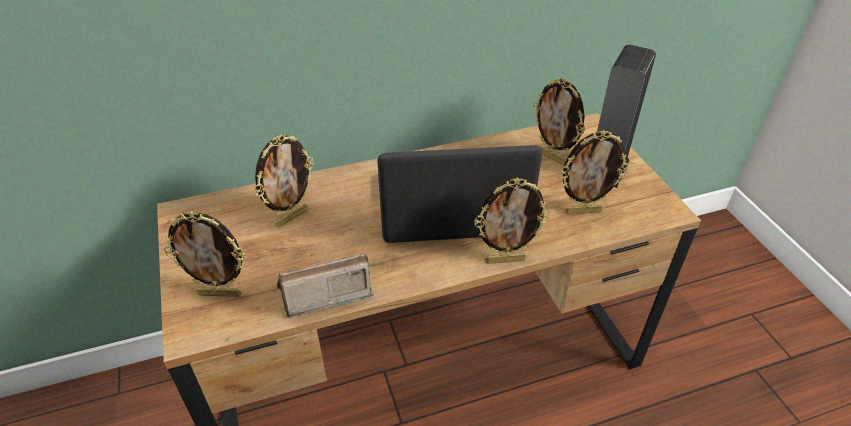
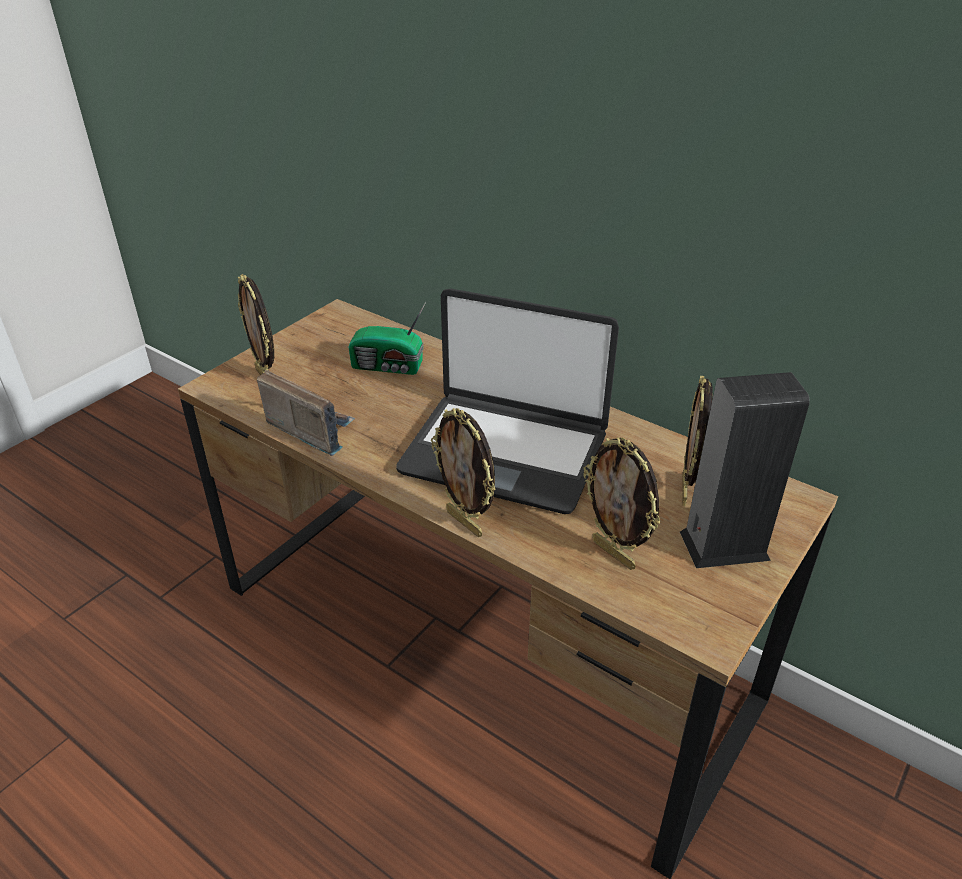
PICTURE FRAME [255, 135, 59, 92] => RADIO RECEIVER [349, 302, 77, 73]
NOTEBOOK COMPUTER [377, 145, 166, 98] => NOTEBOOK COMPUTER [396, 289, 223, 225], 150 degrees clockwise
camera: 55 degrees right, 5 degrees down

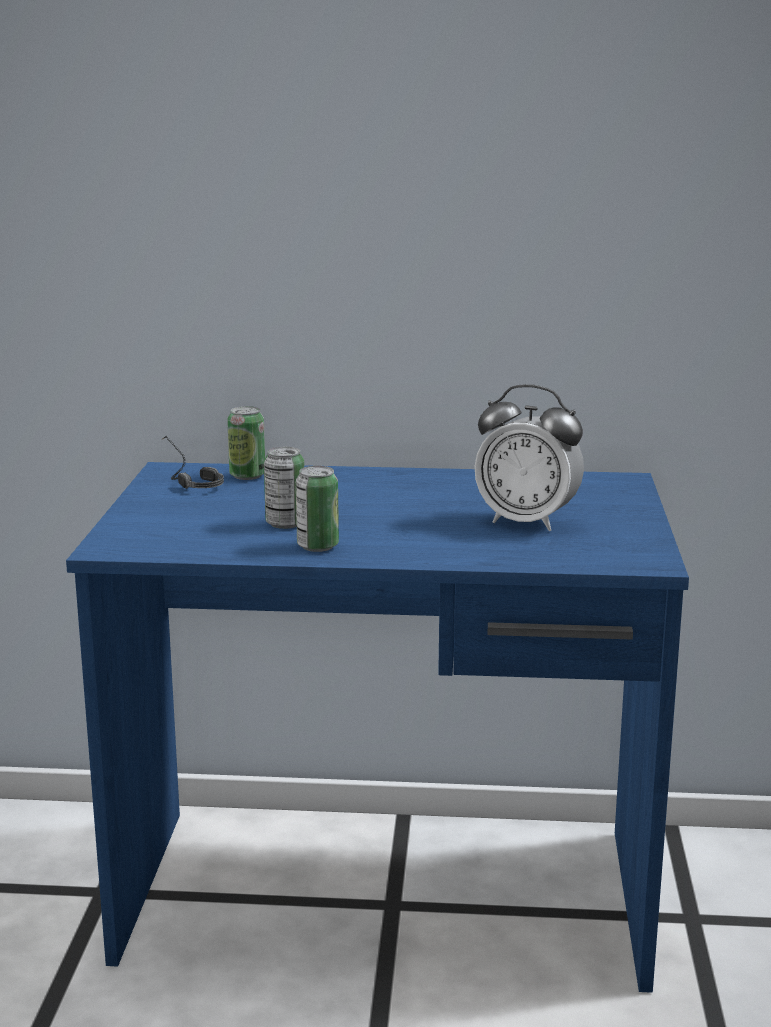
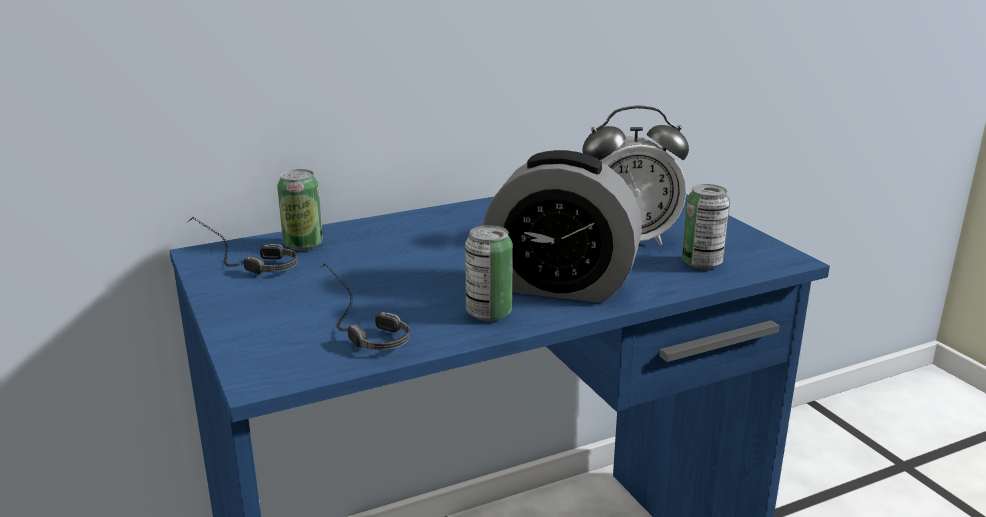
nothing => HEADPHONES [319, 263, 90, 87]
nothing => ALARM CLOCK [483, 150, 159, 153]
CAN [264, 447, 40, 82] => CAN [682, 184, 48, 85], moved
camera: 30 degrees left, 5 degrees up

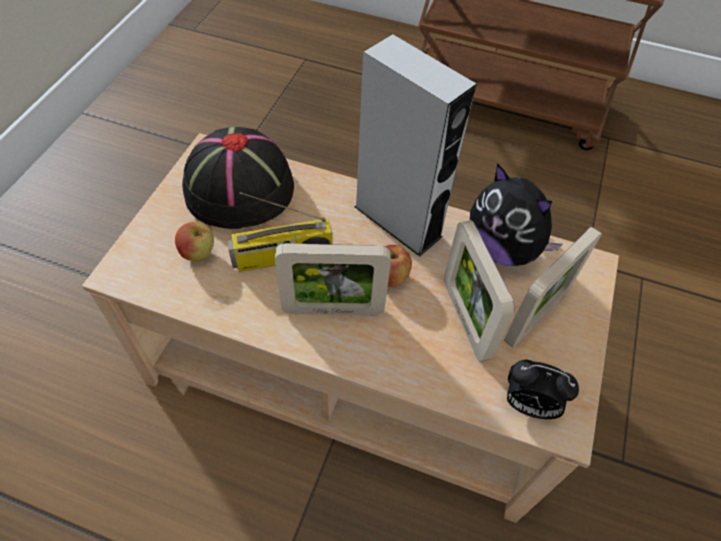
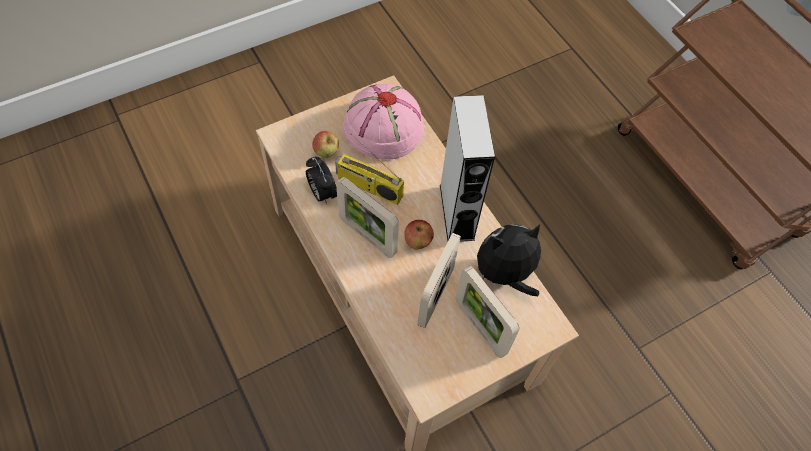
ALARM CLOCK [507, 359, 72, 60] => ALARM CLOCK [306, 157, 31, 48], moved
BLACK-COLOURED CLOTHING HAT [182, 127, 112, 102] => PINK CLOTHING HAT [343, 83, 81, 77]
SOFT TOY [470, 163, 93, 103] => SOFT TOY [477, 224, 64, 72], 75 degrees clockwise
PICTURE FRAME [504, 227, 98, 120] => PICTURE FRAME [455, 266, 64, 92], 60 degrees clockwise
camera: 40 degrees right, 5 degrees up

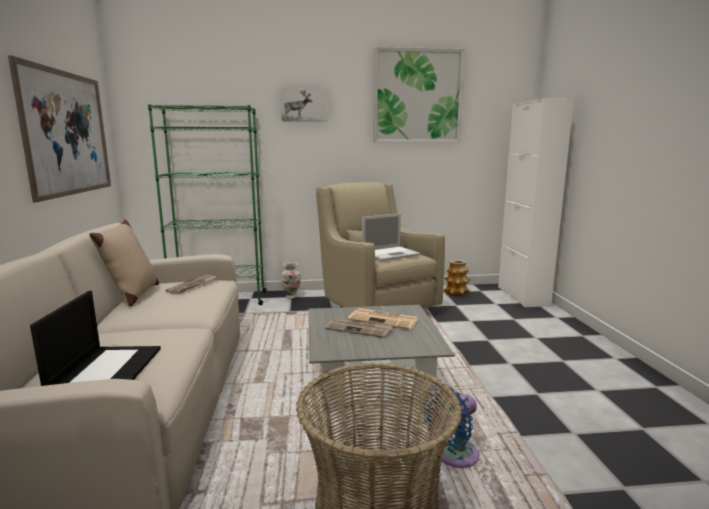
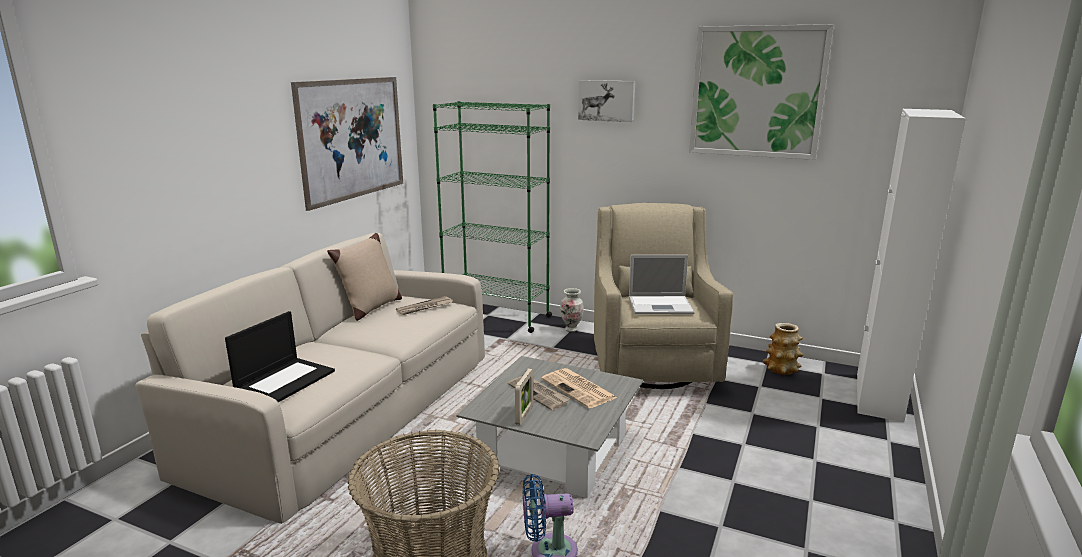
nothing => PICTURE FRAME [515, 369, 18, 56]
camera: 30 degrees right, 5 degrees up

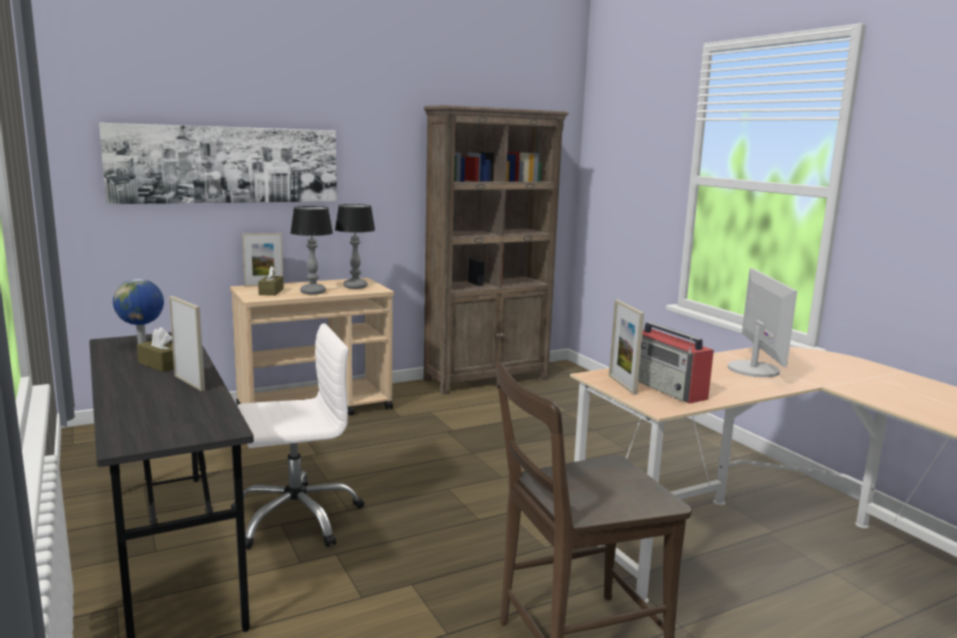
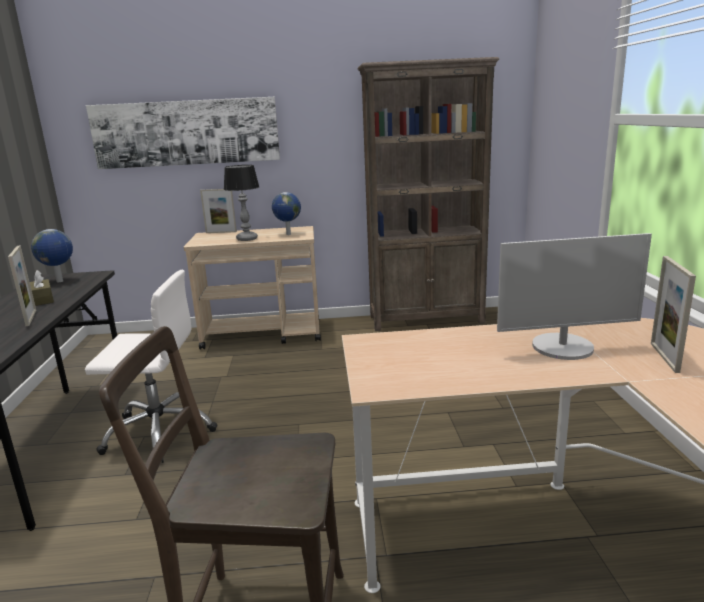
BROWN-COLOURED TISSUE BOX [258, 266, 26, 30] => nothing
RADIO RECEIVER [638, 322, 76, 82] => nothing
PICTURE FRAME [609, 300, 35, 95] => PICTURE FRAME [651, 256, 45, 117], moved
TABLE LAMP [335, 204, 40, 85] => GLOBE [272, 192, 29, 43]
MONITOR [728, 268, 69, 109] => MONITOR [497, 233, 155, 127], 60 degrees clockwise
camera: 25 degrees right, 5 degrees up

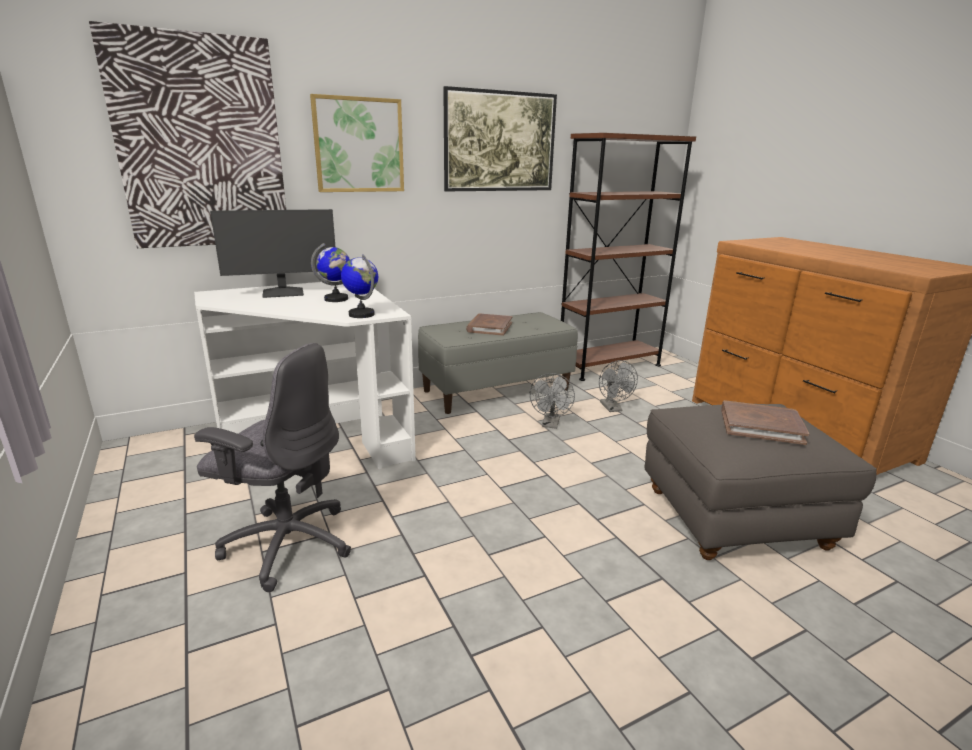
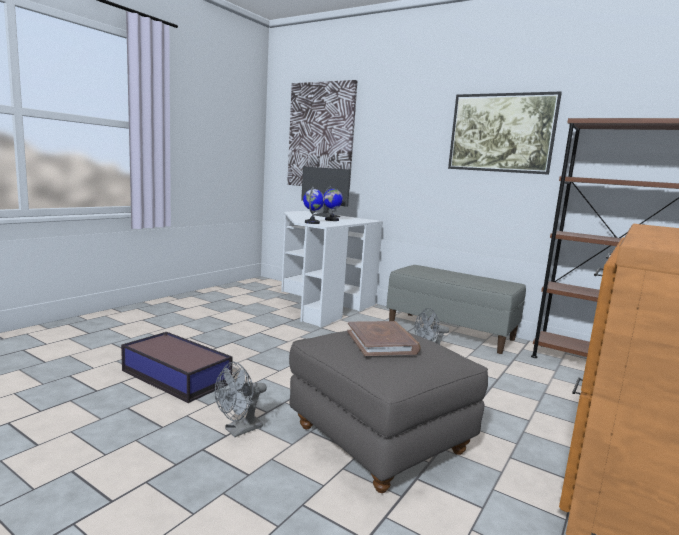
GRAY DESK CHAIR [194, 343, 157, 249] => nothing
WALL ART [310, 94, 94, 98] => nothing
BROWN-COLOURED BOOK [466, 314, 46, 22] => nothing
nothing => STORAGE CONTAINER [121, 332, 111, 71]
GRAY FAN [599, 360, 39, 52] => GRAY FAN [215, 362, 52, 75], moved
camera: 60 degrees right, 10 degrees down

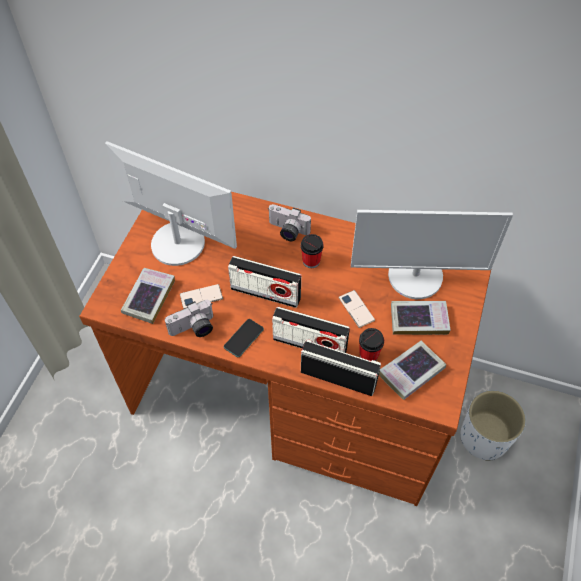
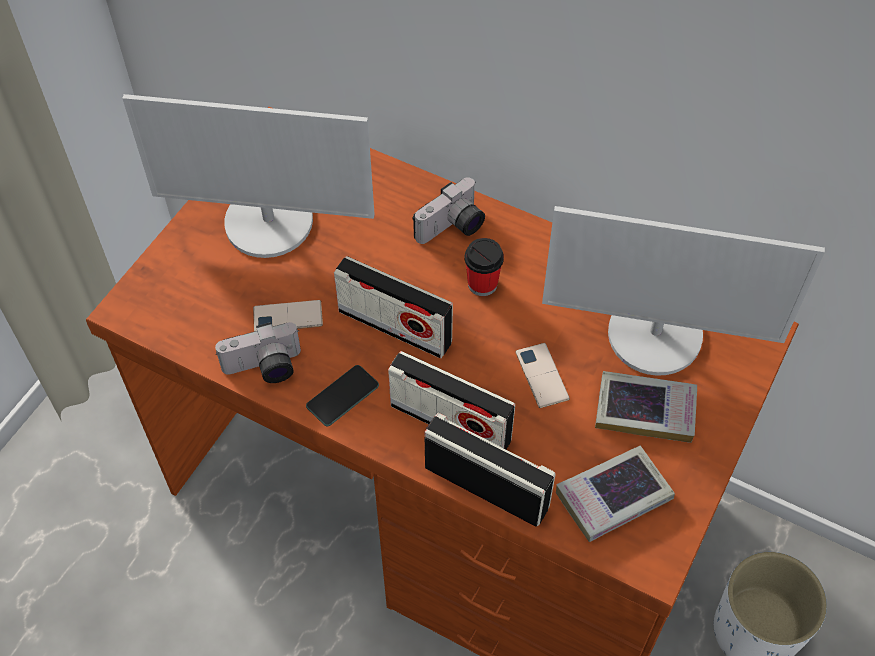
BOOK [121, 268, 54, 56] => nothing
SMALL CUP [359, 328, 25, 33] => nothing
MONITOR [105, 141, 132, 125] => MONITOR [122, 94, 253, 164], 150 degrees clockwise
PHOTO CAMERA [268, 204, 43, 37] => PHOTO CAMERA [413, 177, 72, 67], 75 degrees counterclockwise
camera: 10 degrees right, 0 degrees up

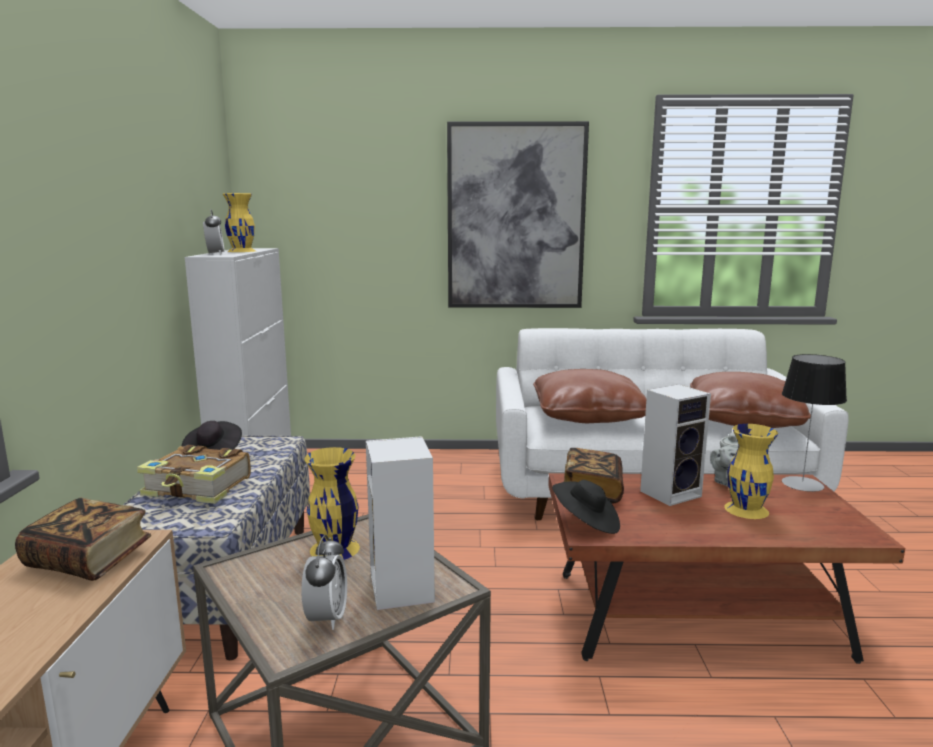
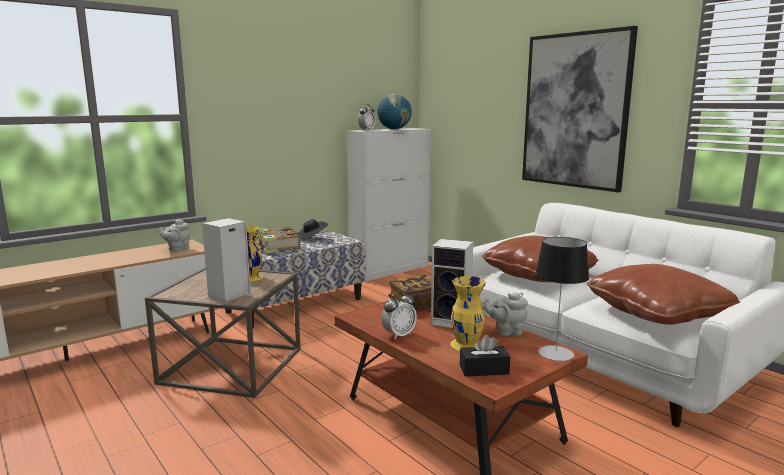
BLACK-COLOURED CLOTHING HAT [552, 480, 68, 54] => nothing
nothing => BLACK-COLOURED TISSUE BOX [460, 335, 50, 41]
ALARM CLOCK [301, 535, 46, 95] => ALARM CLOCK [381, 290, 36, 50], moved
BOOK [15, 498, 136, 83] => GRAY TEAPOT [160, 219, 30, 33]
YELLOW VASE [223, 193, 33, 59] => GLOBE [377, 94, 35, 36]
camera: 50 degrees right, 0 degrees up

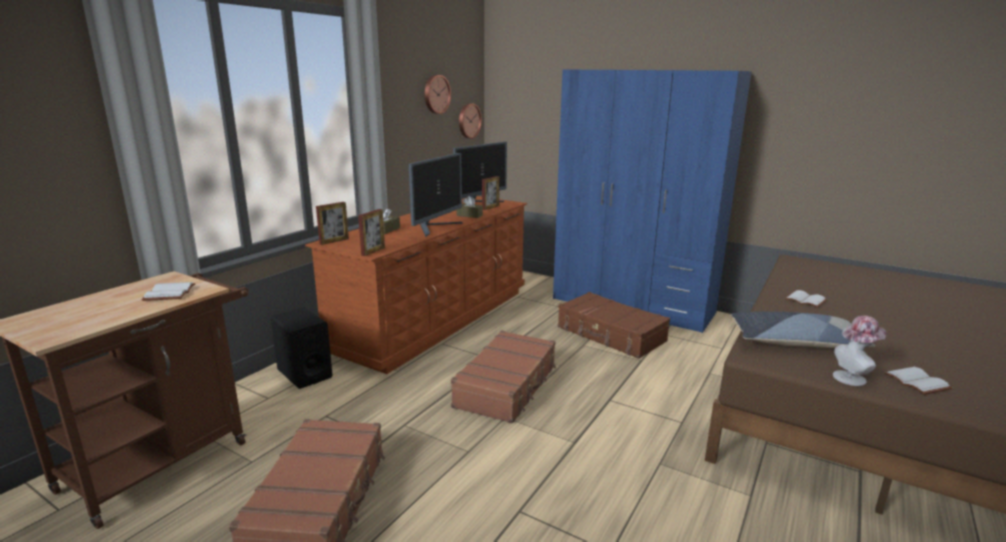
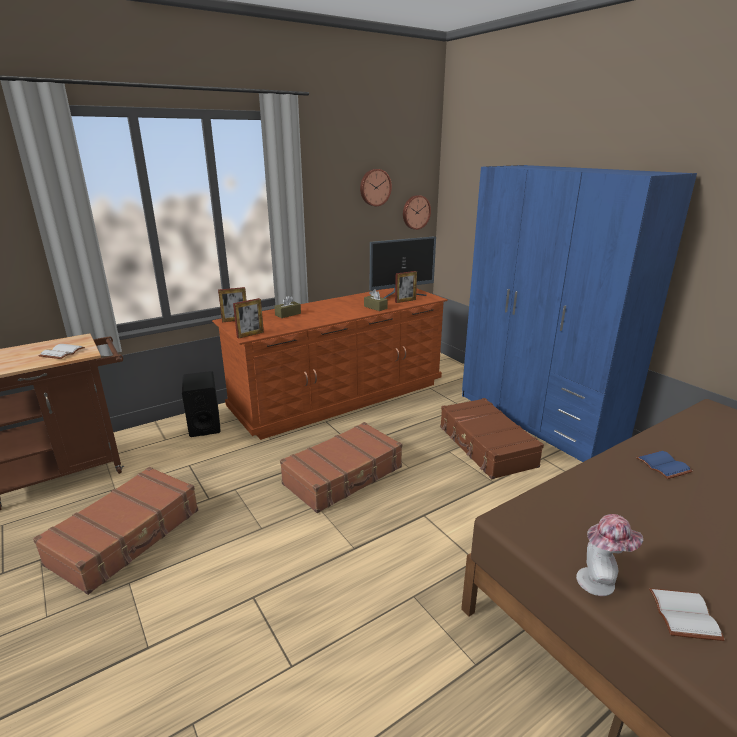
MONITOR [409, 153, 54, 84] => nothing
CUSHION [731, 311, 144, 37] => nothing
WHITE BOOK [785, 290, 42, 18] => BLUISH BOOK [636, 451, 57, 28]
camera: 25 degrees right, 5 degrees up

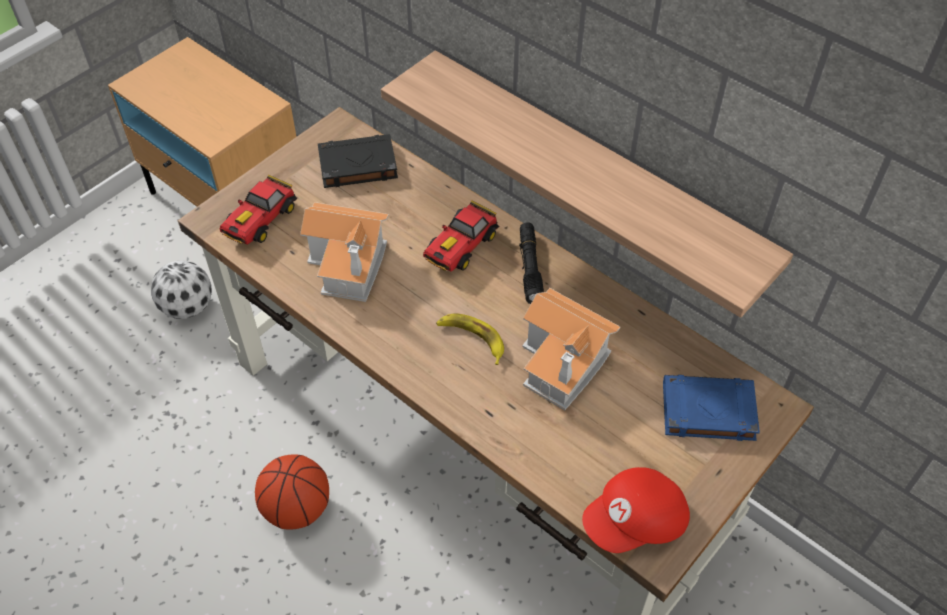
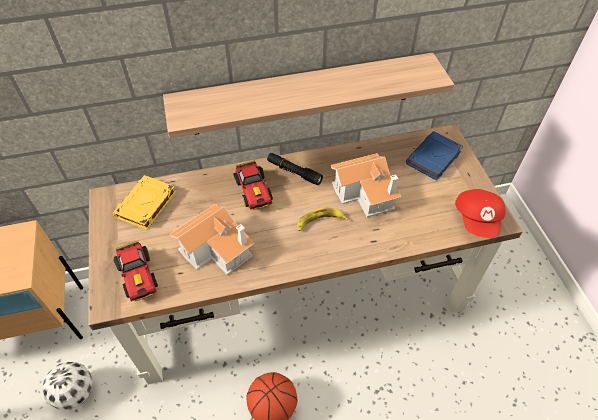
BLACK-COLOURED BOOK [318, 134, 80, 54] => YELLOW BOOK [112, 175, 64, 55]
camera: 55 degrees left, 0 degrees up

